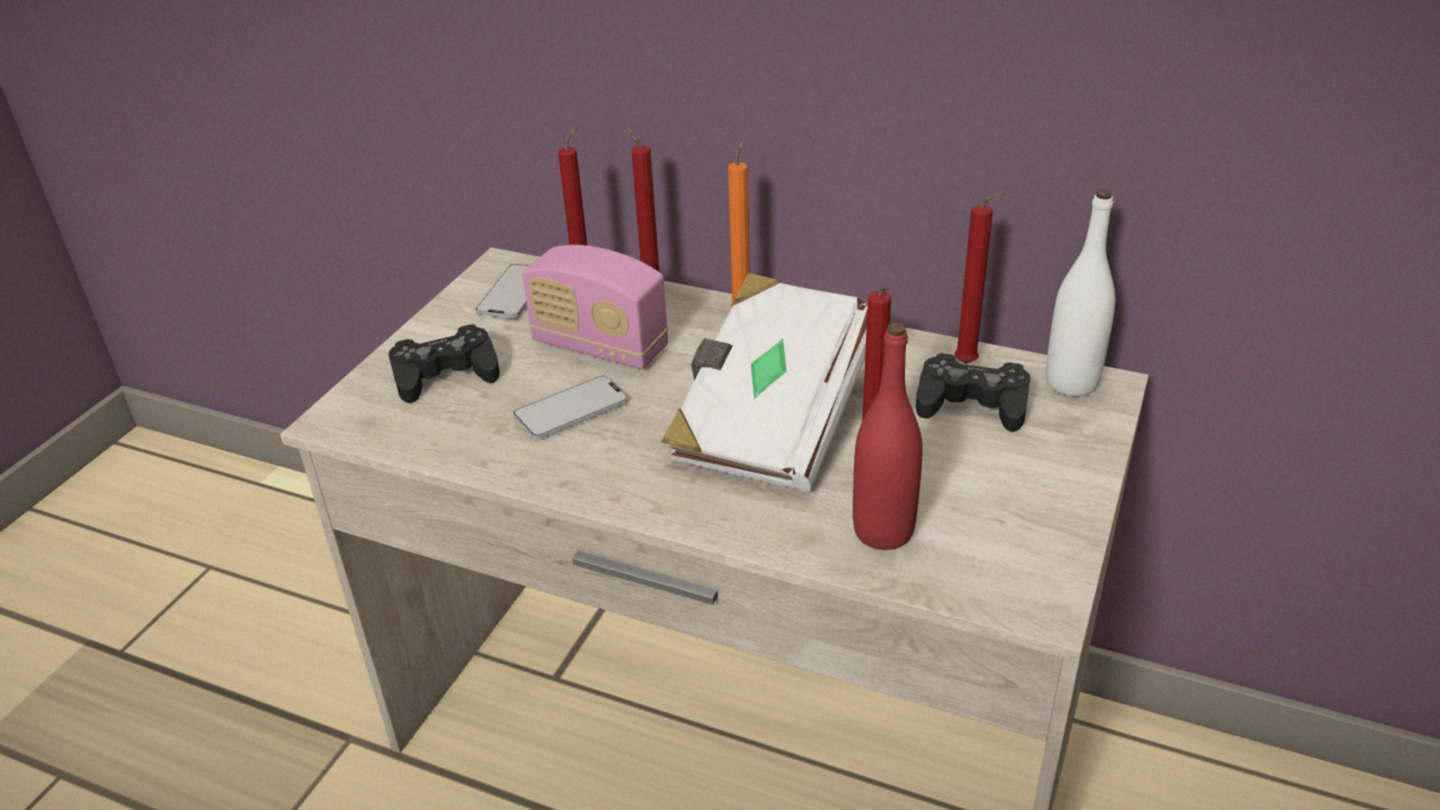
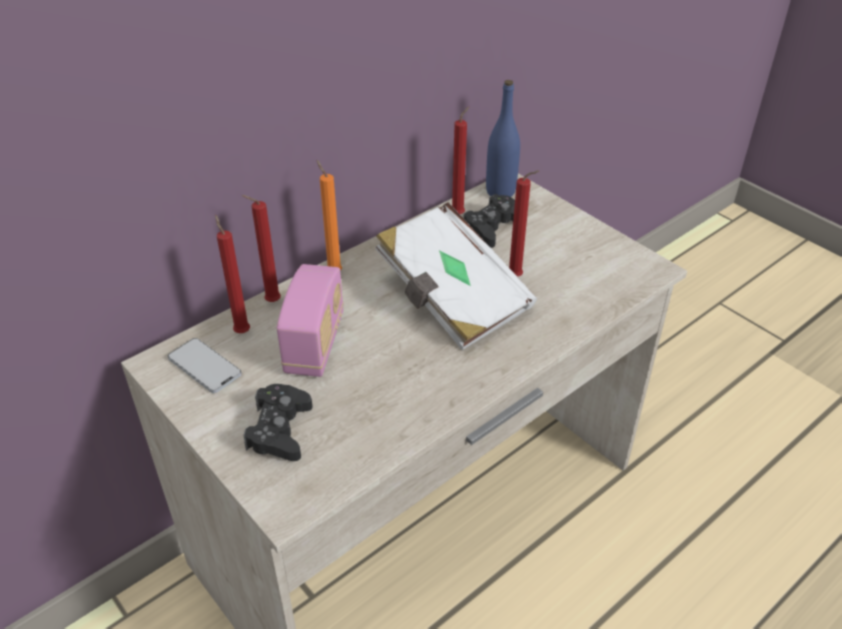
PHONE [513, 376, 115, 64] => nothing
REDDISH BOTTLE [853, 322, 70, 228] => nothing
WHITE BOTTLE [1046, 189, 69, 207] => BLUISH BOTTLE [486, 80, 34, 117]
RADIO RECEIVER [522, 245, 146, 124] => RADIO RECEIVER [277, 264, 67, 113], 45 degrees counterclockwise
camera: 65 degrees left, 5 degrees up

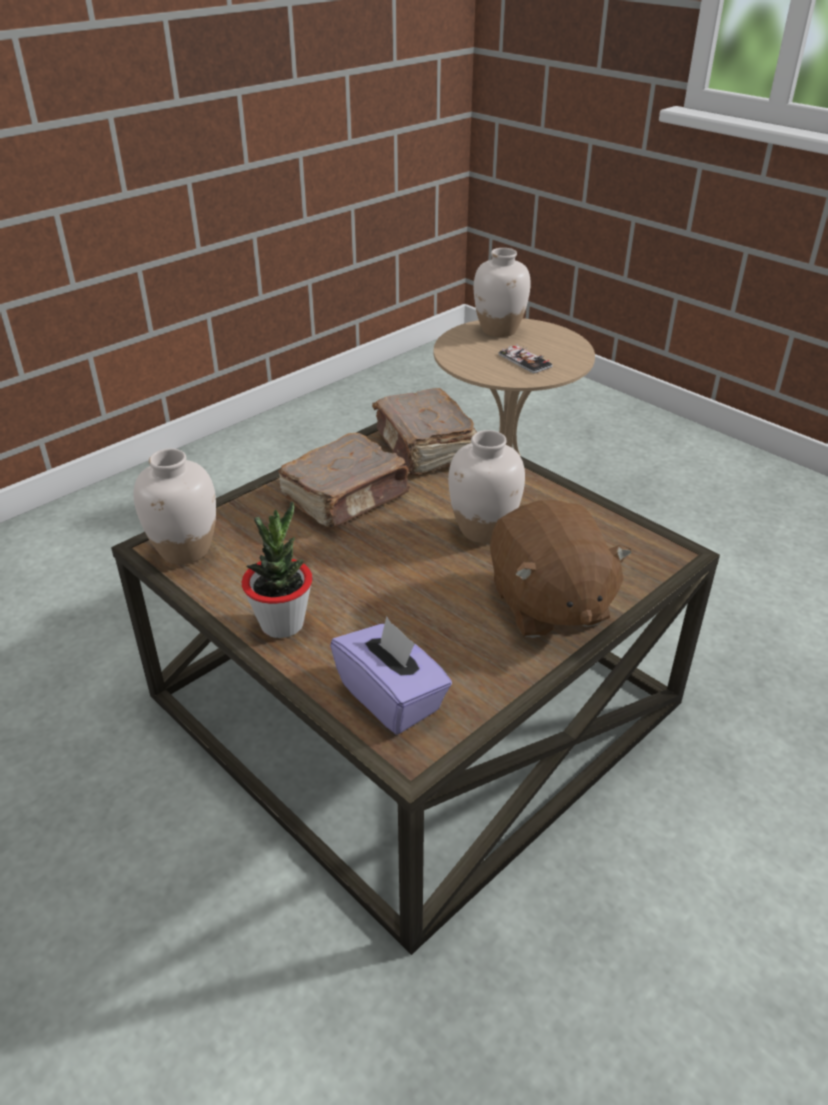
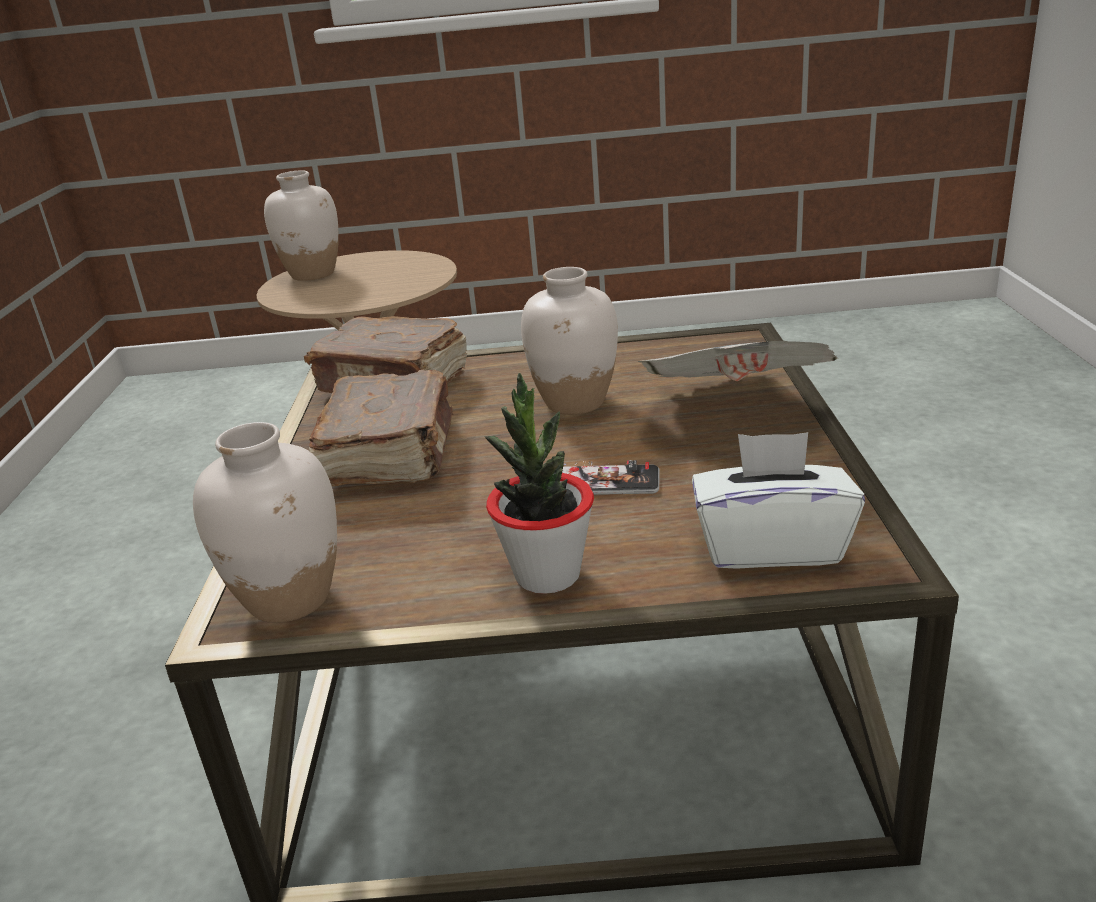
PHONE [498, 344, 55, 29] => PHONE [562, 460, 97, 35], moved
BROWN-COLOURED SOFT TOY [490, 500, 143, 138] => DAILY PAPER [638, 341, 200, 40]
PURPLE TISSUE BOX [330, 616, 122, 119] => WHITE TISSUE BOX [692, 432, 173, 137]
camera: 45 degrees left, 10 degrees down

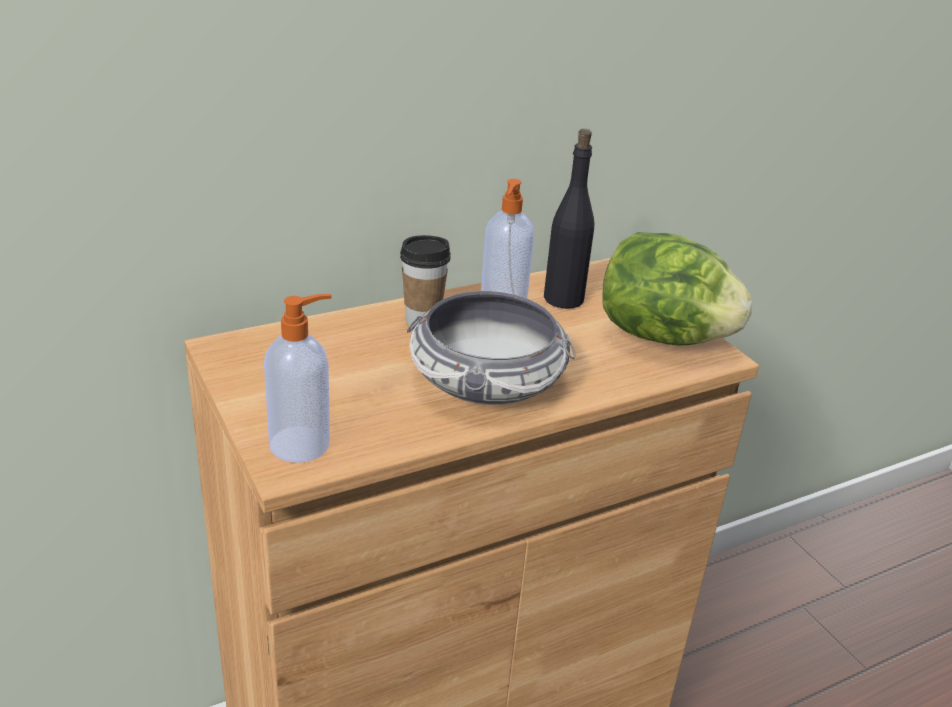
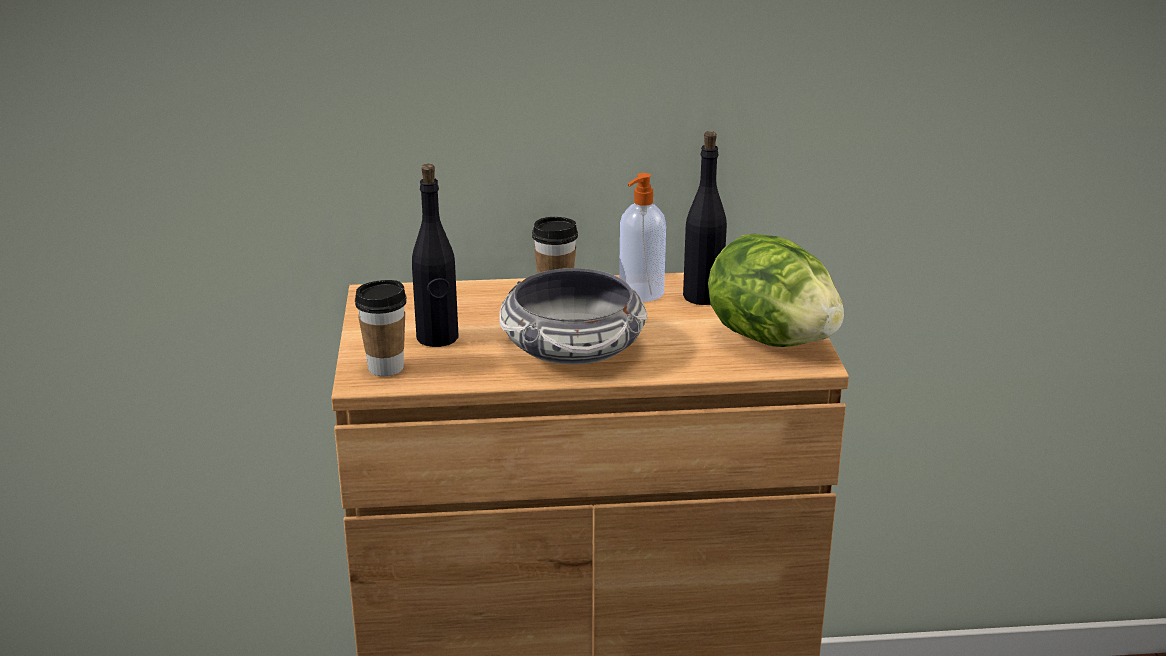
nothing => BLACK-COLOURED BOTTLE [412, 164, 47, 183]
SOAP BOTTLE [264, 294, 68, 169] => SMALL CUP [355, 280, 52, 96]
camera: 25 degrees right, 5 degrees down

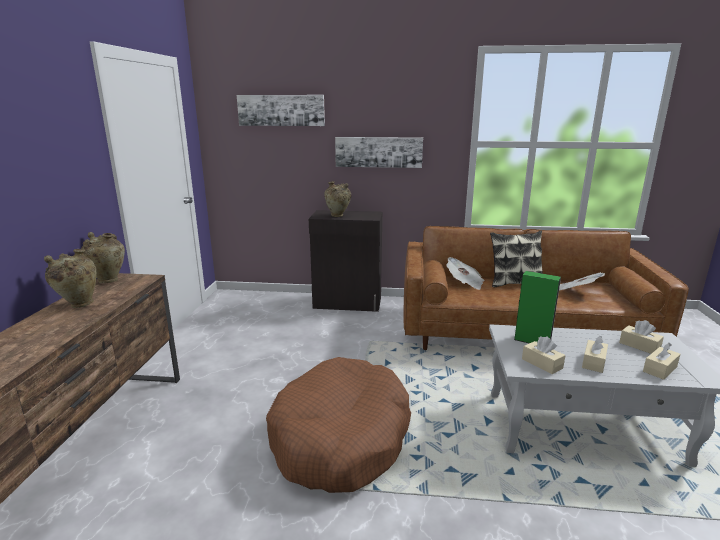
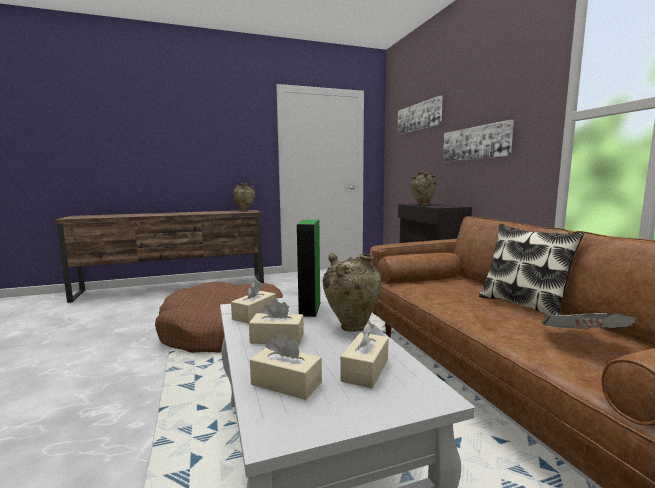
DAILY PAPER [446, 257, 38, 33] => nothing
SAND-COLOURED VASE [44, 249, 53, 59] => SAND-COLOURED VASE [323, 253, 59, 79], moved
camera: 65 degrees right, 10 degrees down

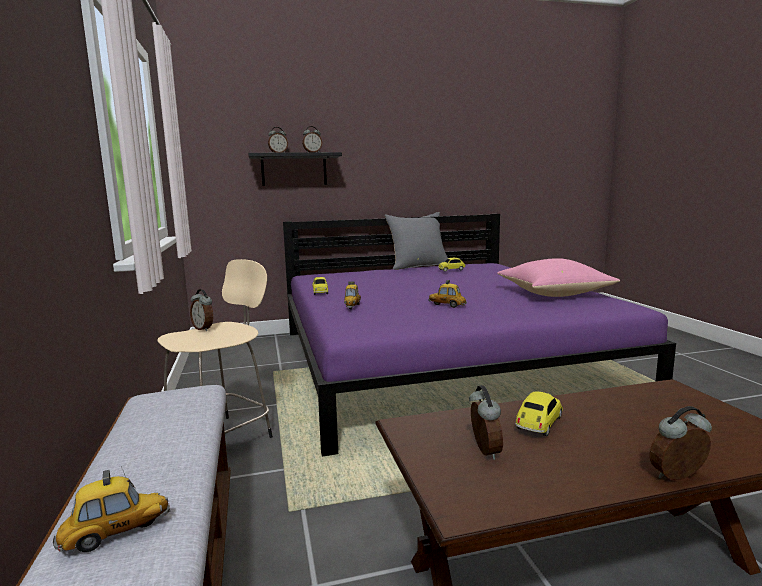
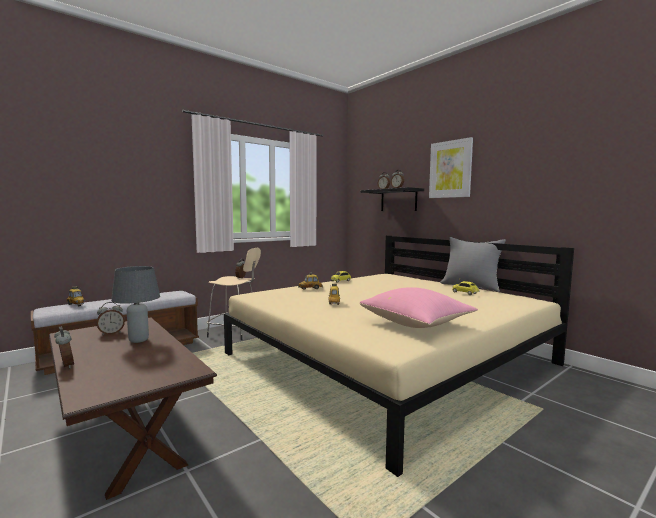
nothing => WALL ART [429, 137, 44, 61]
MODEL CAR [515, 391, 48, 45] => GRAY TABLE LAMP [111, 266, 49, 77]
PURPLE BEDROOM BED [283, 214, 393, 243] => SAND-COLOURED BEDROOM BED [224, 235, 350, 242]
camera: 65 degrees right, 5 degrees down

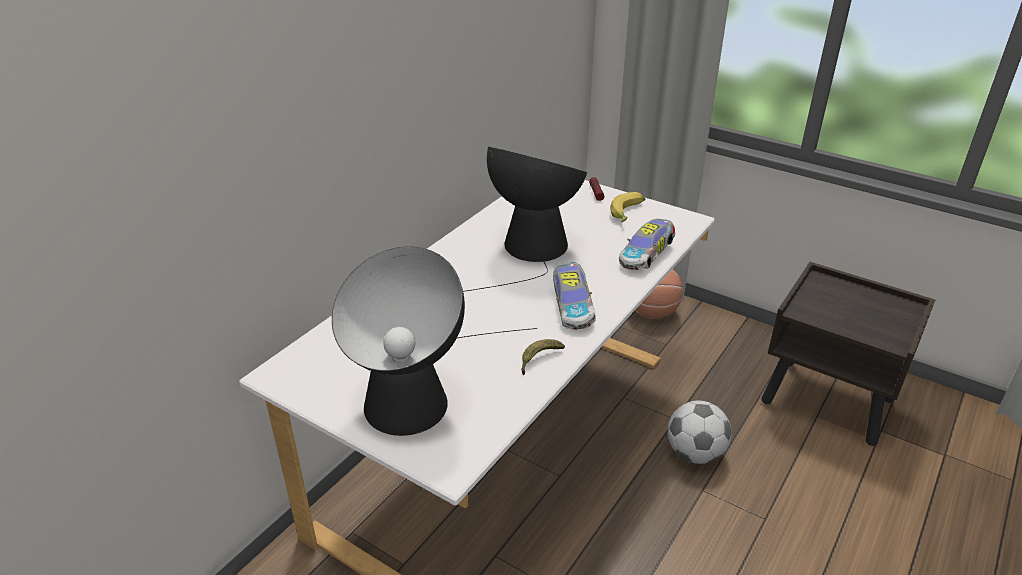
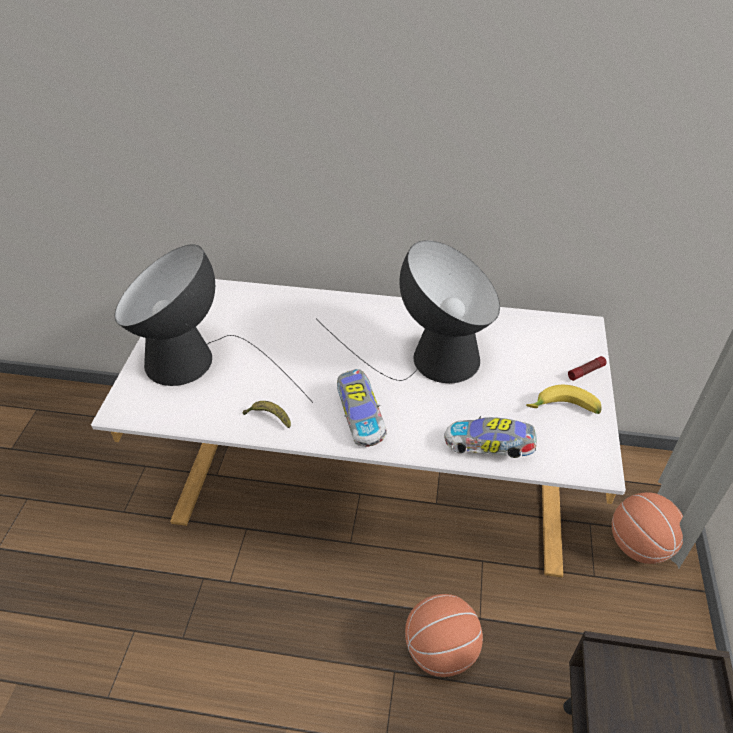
BALL FOR FOOTBALL [668, 401, 63, 63] => BASKETBALL BALL [405, 594, 78, 83]
MODEL CAR [553, 262, 43, 68] => MODEL CAR [337, 369, 50, 78], 75 degrees counterclockwise
camera: 65 degrees right, 10 degrees up

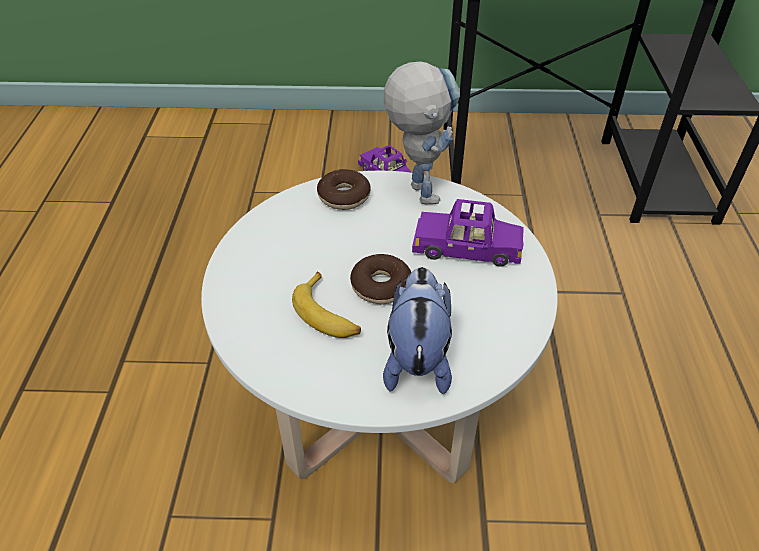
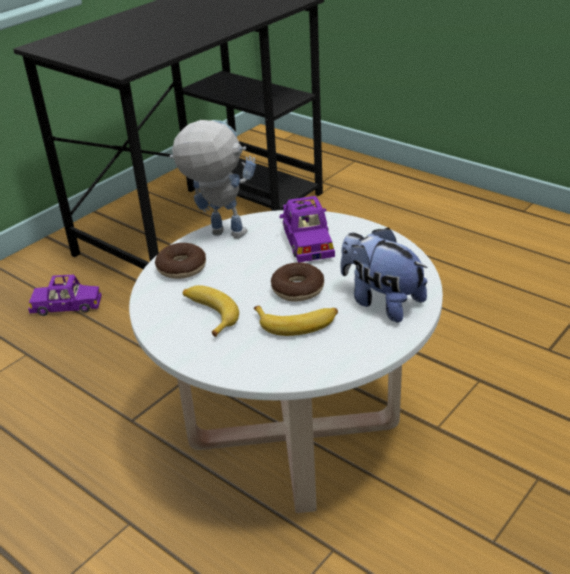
nothing => BANANA [183, 285, 56, 52]
PURPLE MODEL CAR [412, 199, 112, 68] => PURPLE MODEL CAR [279, 196, 56, 66], 60 degrees counterclockwise
camera: 50 degrees left, 10 degrees down

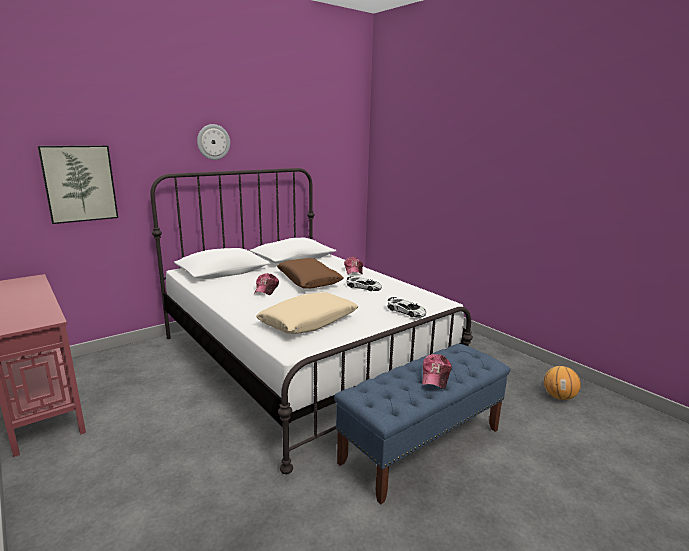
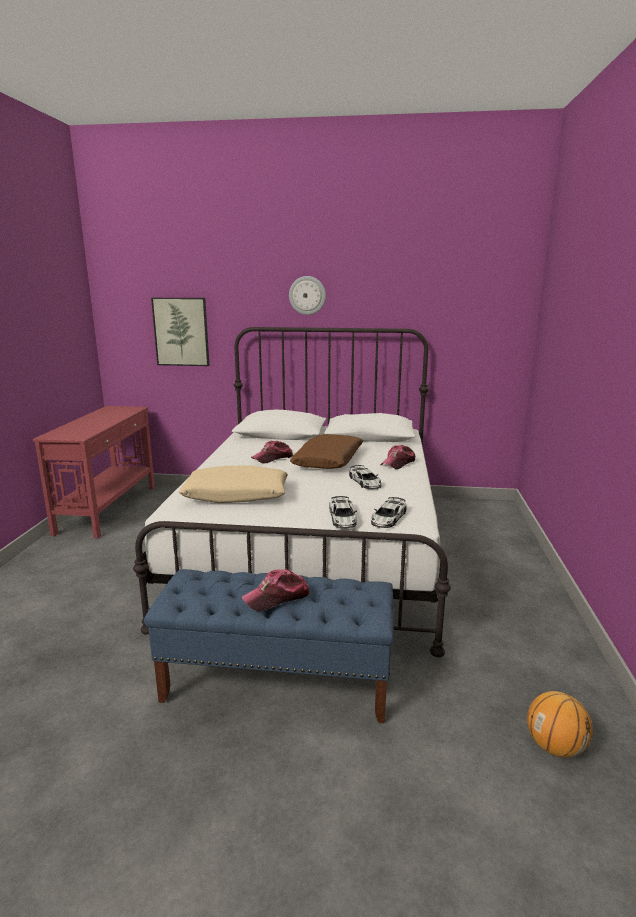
nothing => MODEL CAR [371, 497, 36, 31]
camera: 45 degrees right, 0 degrees up

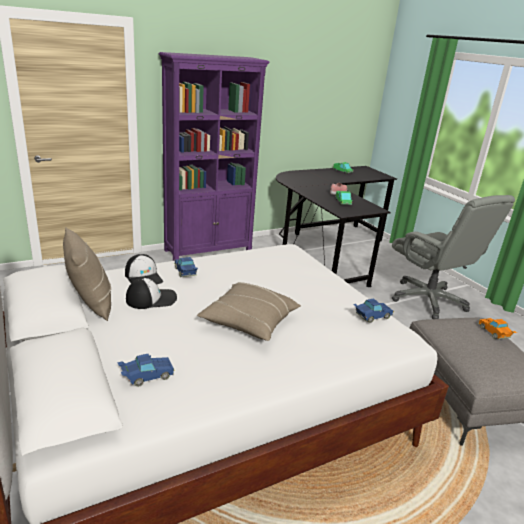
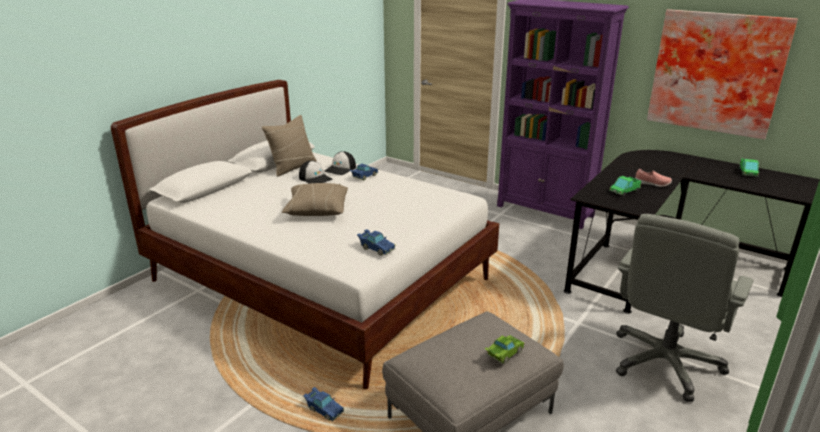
nothing => WALL ART [647, 9, 151, 130]
BLUISH MODEL CAR [117, 354, 57, 33] => BLUISH MODEL CAR [303, 387, 41, 35], moved
ORANGEY MODEL CAR [478, 318, 39, 21] => GREEN MODEL CAR [485, 335, 40, 29]
camera: 65 degrees right, 0 degrees up

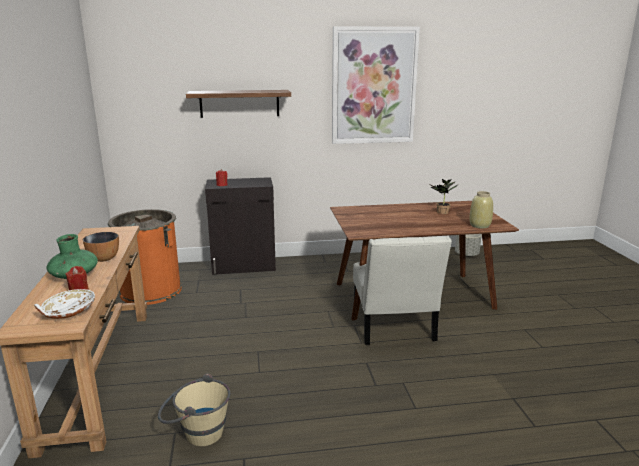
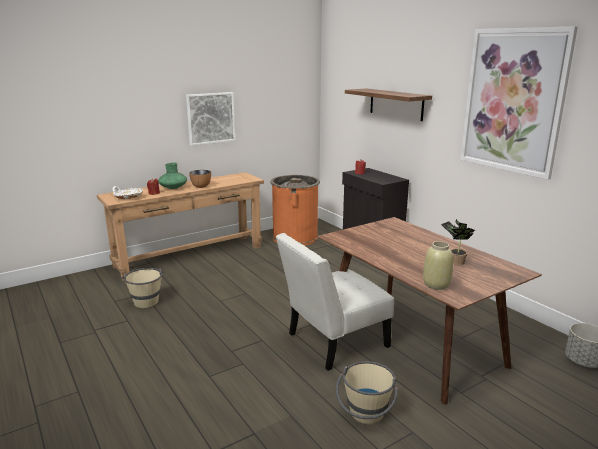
nothing => WALL ART [186, 92, 49, 54]
nothing => SAND-COLOURED BUCKET [336, 361, 62, 63]
camera: 65 degrees right, 0 degrees up

